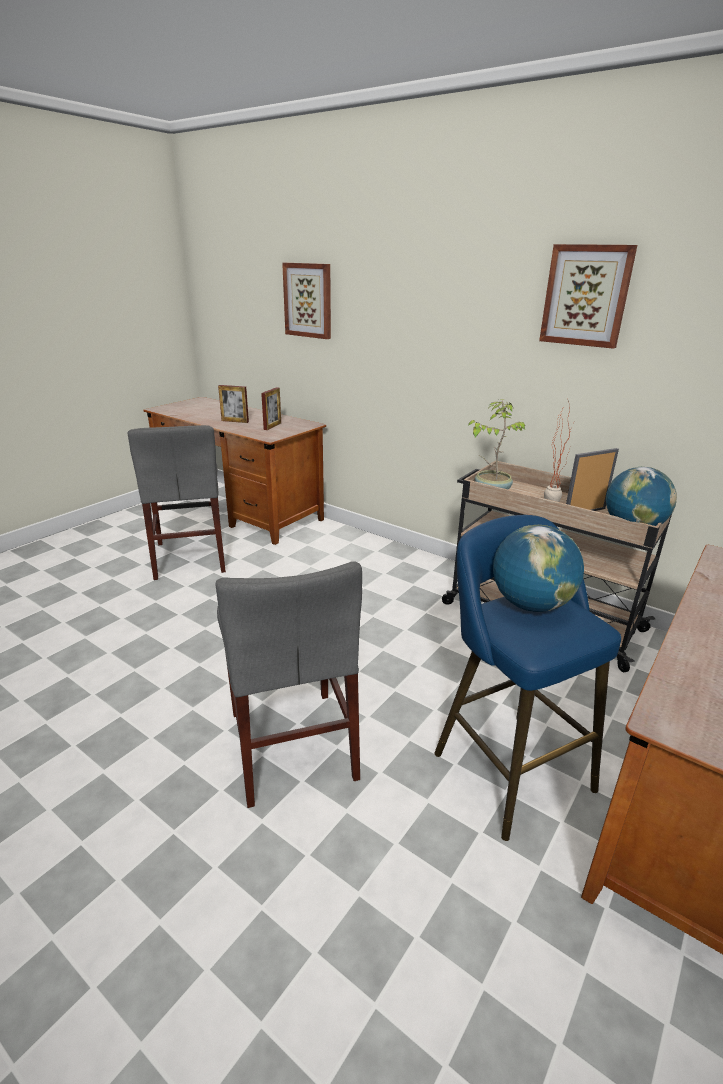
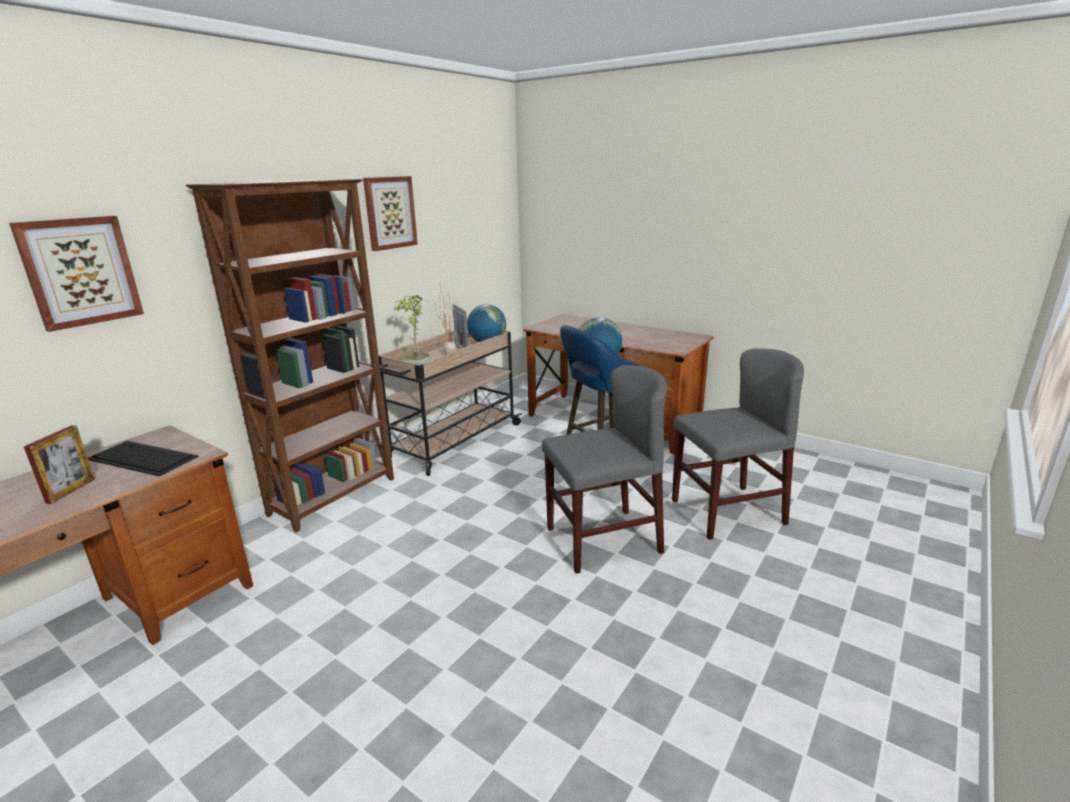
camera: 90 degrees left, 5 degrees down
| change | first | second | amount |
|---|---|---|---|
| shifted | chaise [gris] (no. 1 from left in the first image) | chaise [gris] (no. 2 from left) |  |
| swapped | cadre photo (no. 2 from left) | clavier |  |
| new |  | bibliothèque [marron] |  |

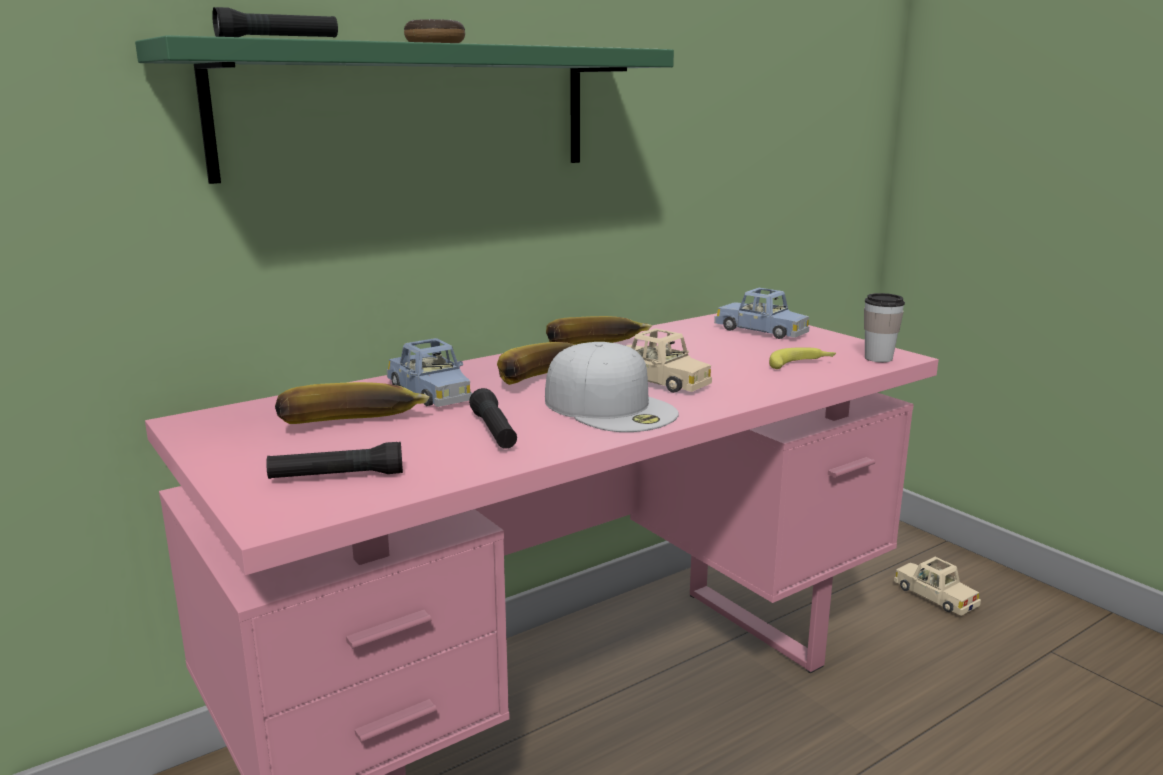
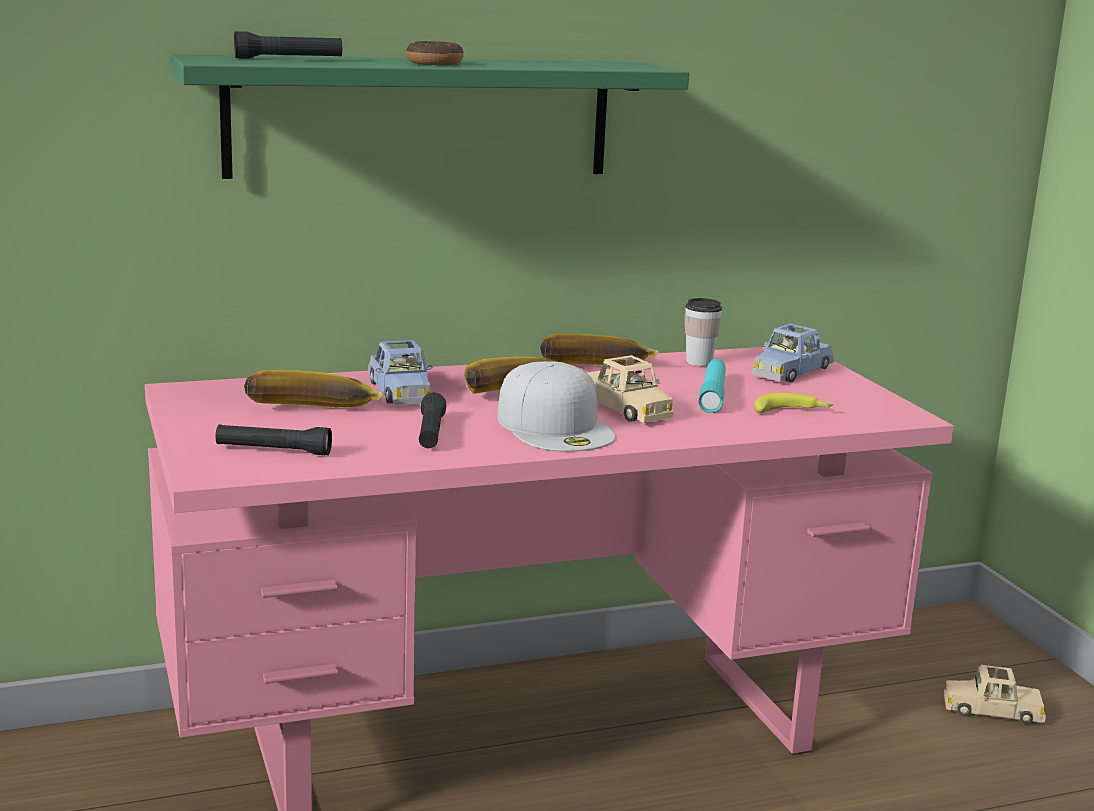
camera: 15 degrees right, 0 degrees up
| change | first | second | amount |
|---|---|---|---|
| rotated | petite voiture [bleu] (no. 2 from left) |  | 75 degrees clockwise |
| shifted | tasse |  |  |
| rotated | petite voiture [beige] (no. 2 from left) |  | 60 degrees counterclockwise |
| new |  | lampe de poche [turquoise] |  |

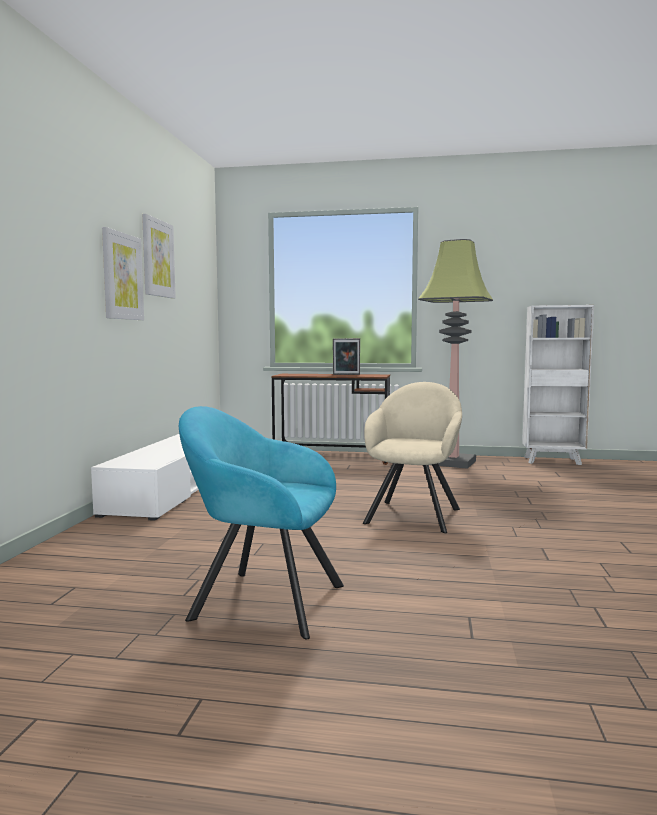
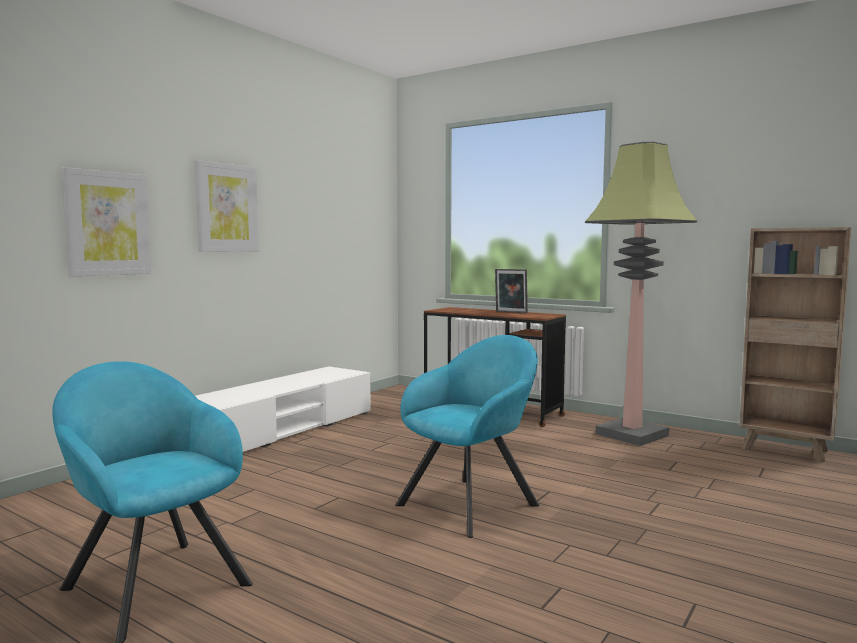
camera: 25 degrees right, 0 degrees up
| change | first | second | amount |
|---|---|---|---|
| shifted | tableau (no. 2 from left in the first image) | tableau (no. 1 from left) |  |
| repainted | fauteuil [beige] | fauteuil [turquoise] (no. 2 from left) |  |
| repainted | bibliothèque [blanc] | bibliothèque [marron] |  |

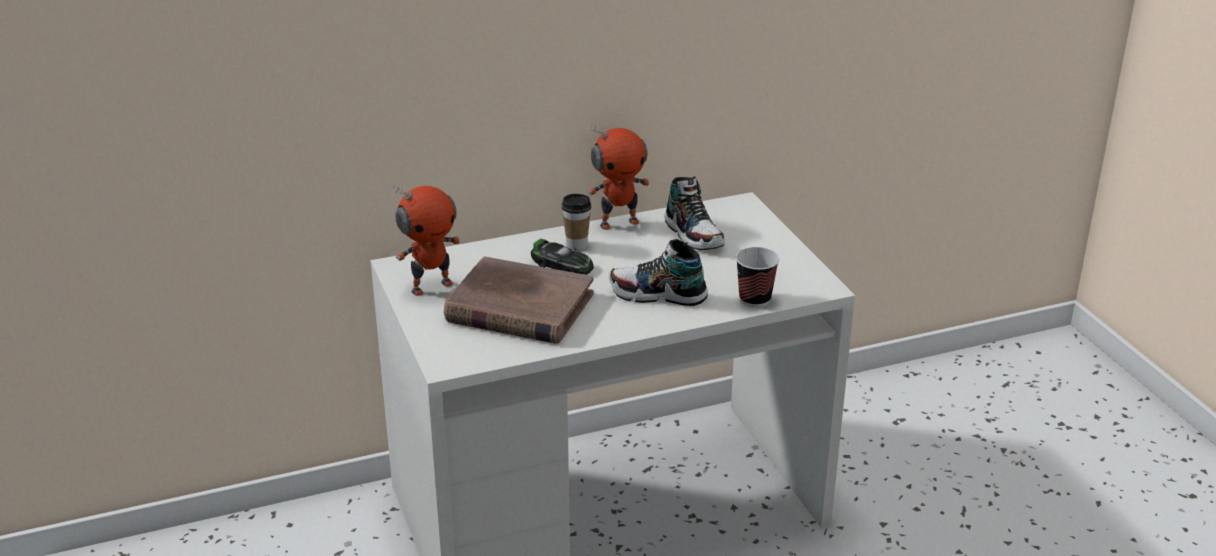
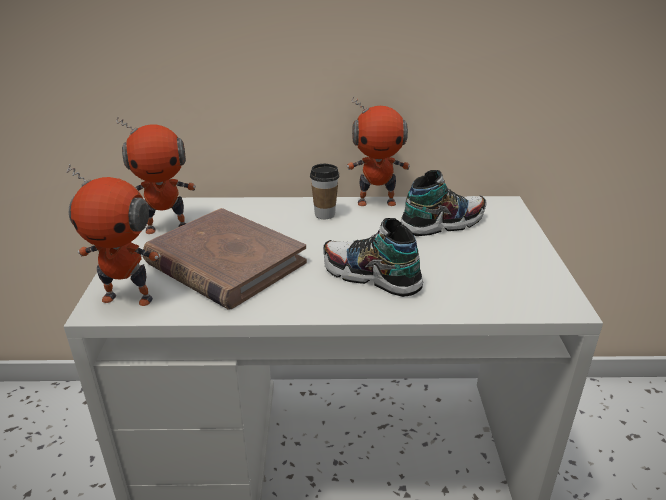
camera: 20 degrees right, 0 degrees up
| change | first | second | amount |
|---|---|---|---|
| gone | petite voiture |  |  |
| rotated | chaussure (no. 2 from left) |  | 105 degrees counterclockwise |
| gone | tasse (no. 2 from left) |  |  |
| new |  | robot jouet (no. 1 from left) |  |

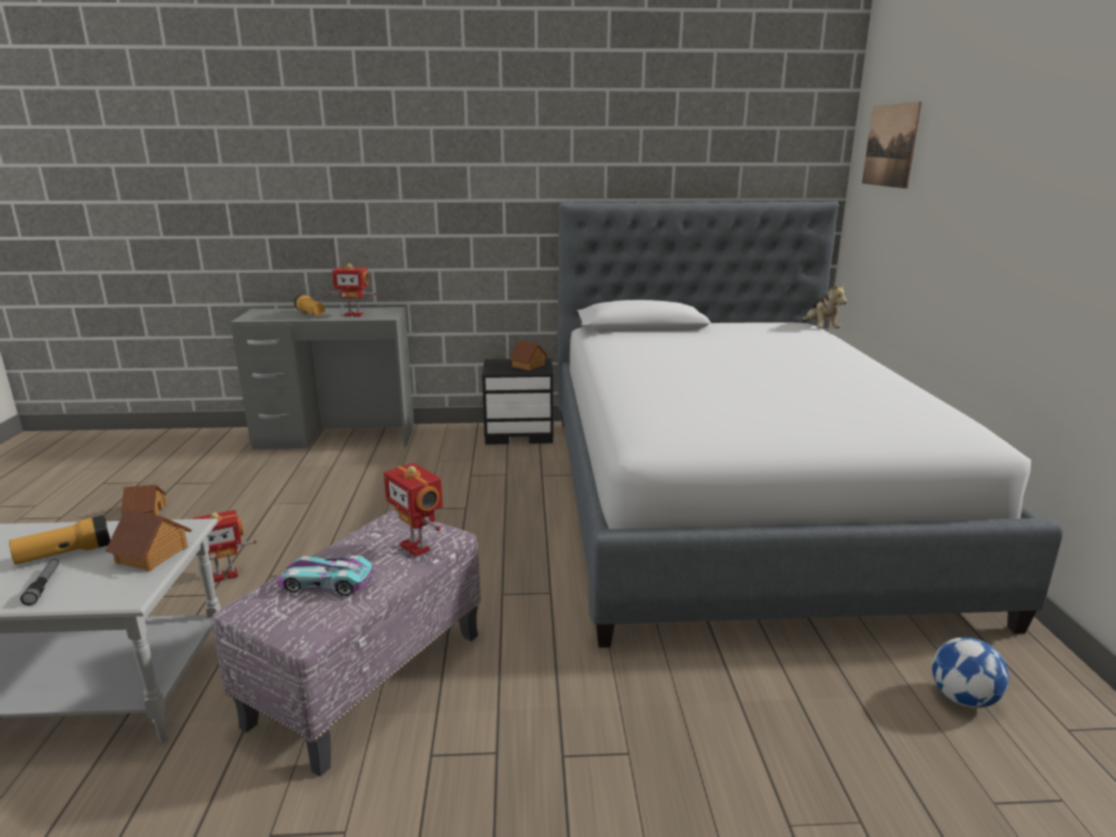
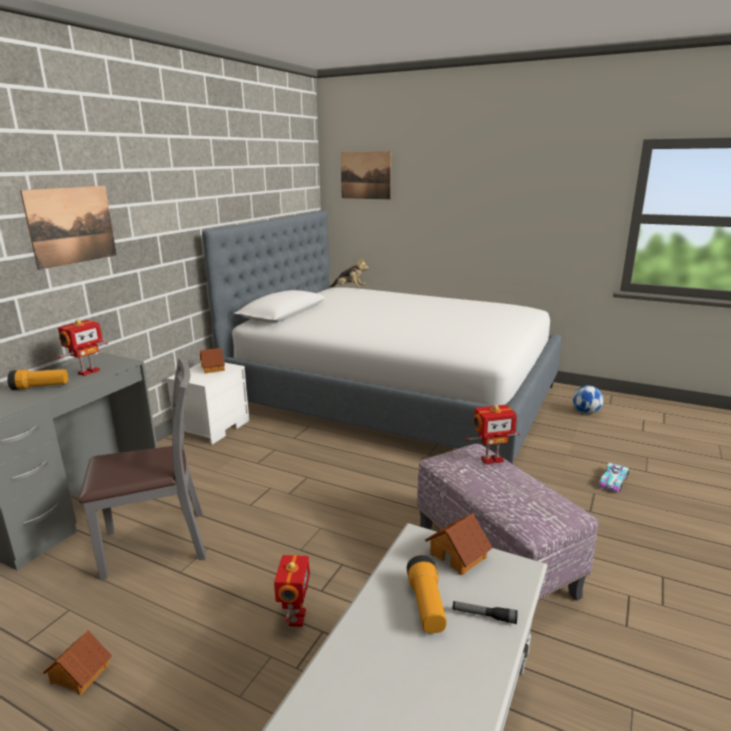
camera: 60 degrees left, 0 degrees up
| change | first | second | amount |
|---|---|---|---|
| shifted | petite voiture |  |  |
| repainted | table de chevet [noir] | table de chevet [blanc] |  |
| new |  | tableau (no. 1 from left) |  |
| new |  | chaise [gris] |  |

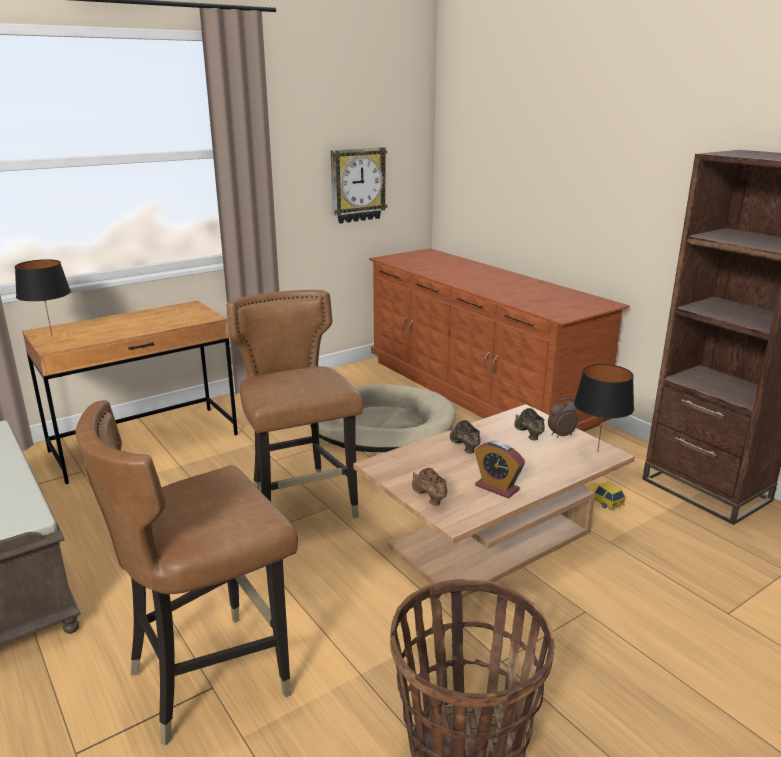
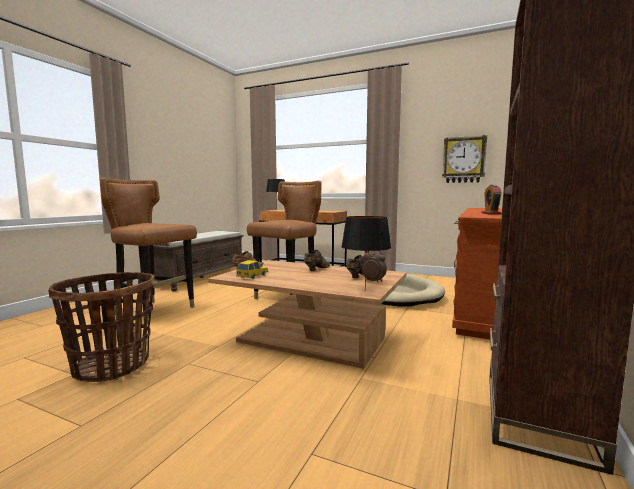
camera: 60 degrees right, 15 degrees down
| change | first | second | amount |
|---|---|---|---|
| shifted | réveil (no. 1 from left in the first image) | réveil (no. 2 from left) |  |
| shifted | petite voiture |  |  |

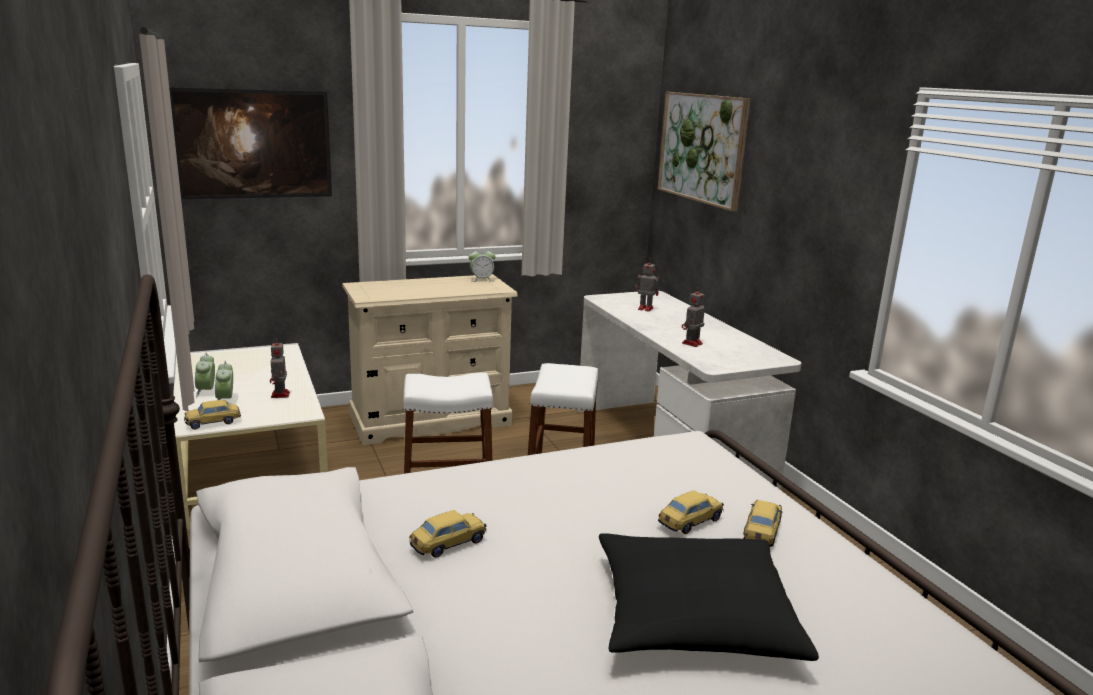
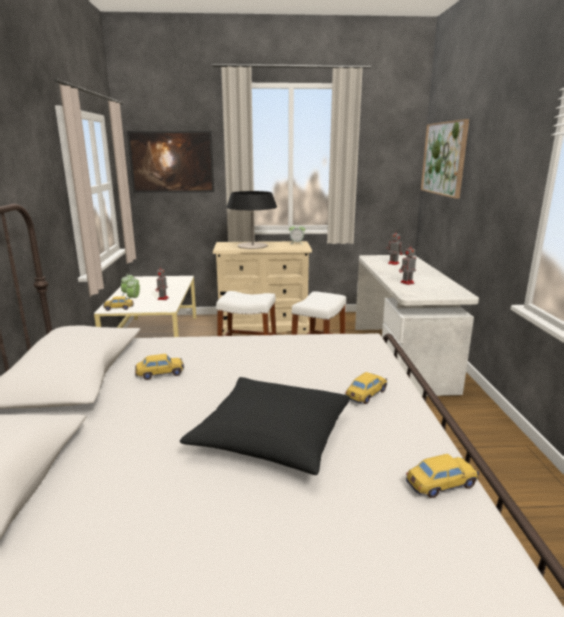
camera: 20 degrees right, 0 degrees up
| change | first | second | amount |
|---|---|---|---|
| shifted | petite voiture (no. 3 from left in the first image) | petite voiture (no. 4 from left) |  |
| new |  | lampe de table |  |

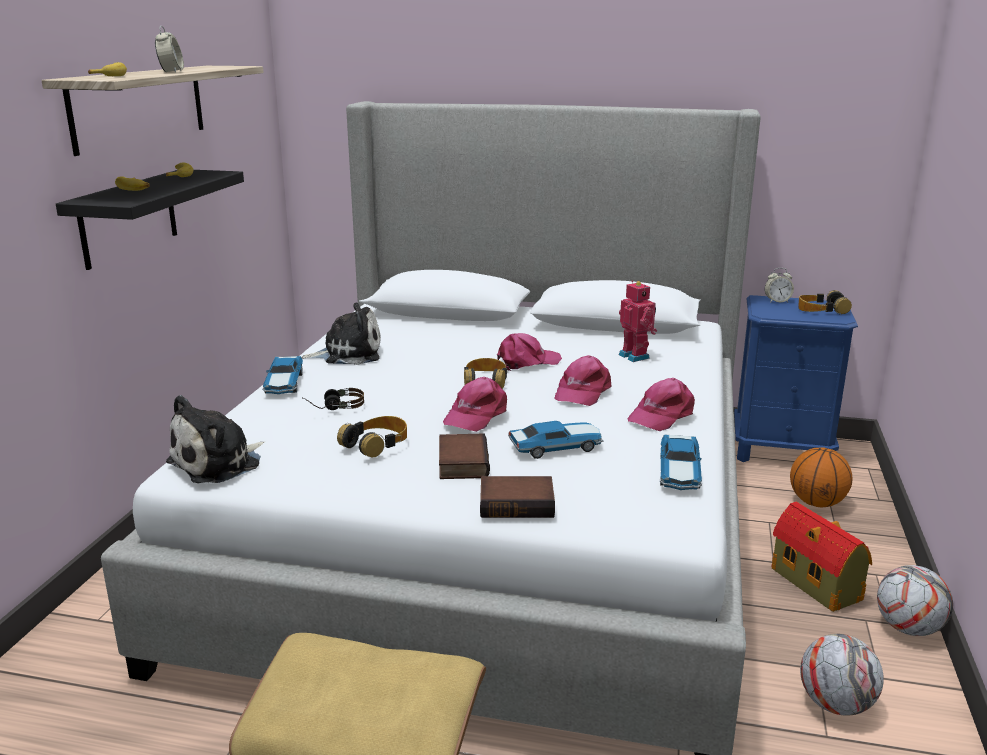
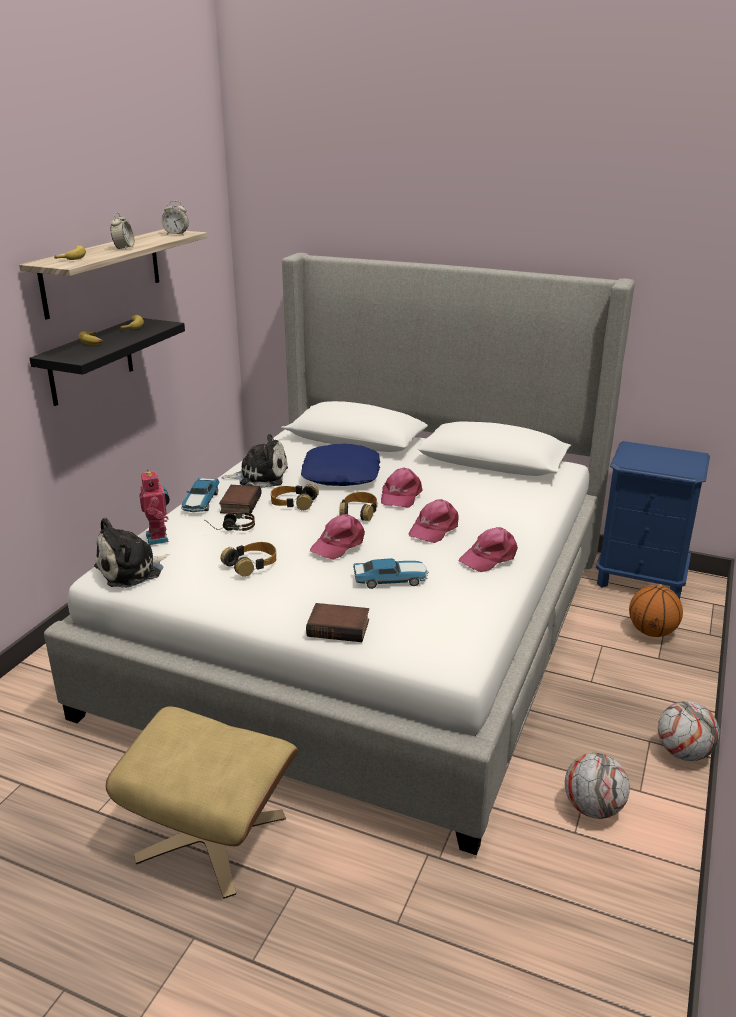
camera: 10 degrees right, 5 degrees up
| change | first | second | amount |
|---|---|---|---|
| shifted | livre (no. 1 from left) |  |  |
| rotated | casquette [rose] (no. 2 from left) |  | 120 degrees clockwise |
| shifted | robot jouet |  |  |
| gone | petite voiture (no. 3 from left) |  |  |
| shifted | réveil (no. 2 from left) |  |  |
| gone | maison miniature |  |  |
| shifted | casque audio (no. 4 from left in the first image) | casque audio (no. 3 from left) |  |
| new |  | coussin [bleu] |  |

